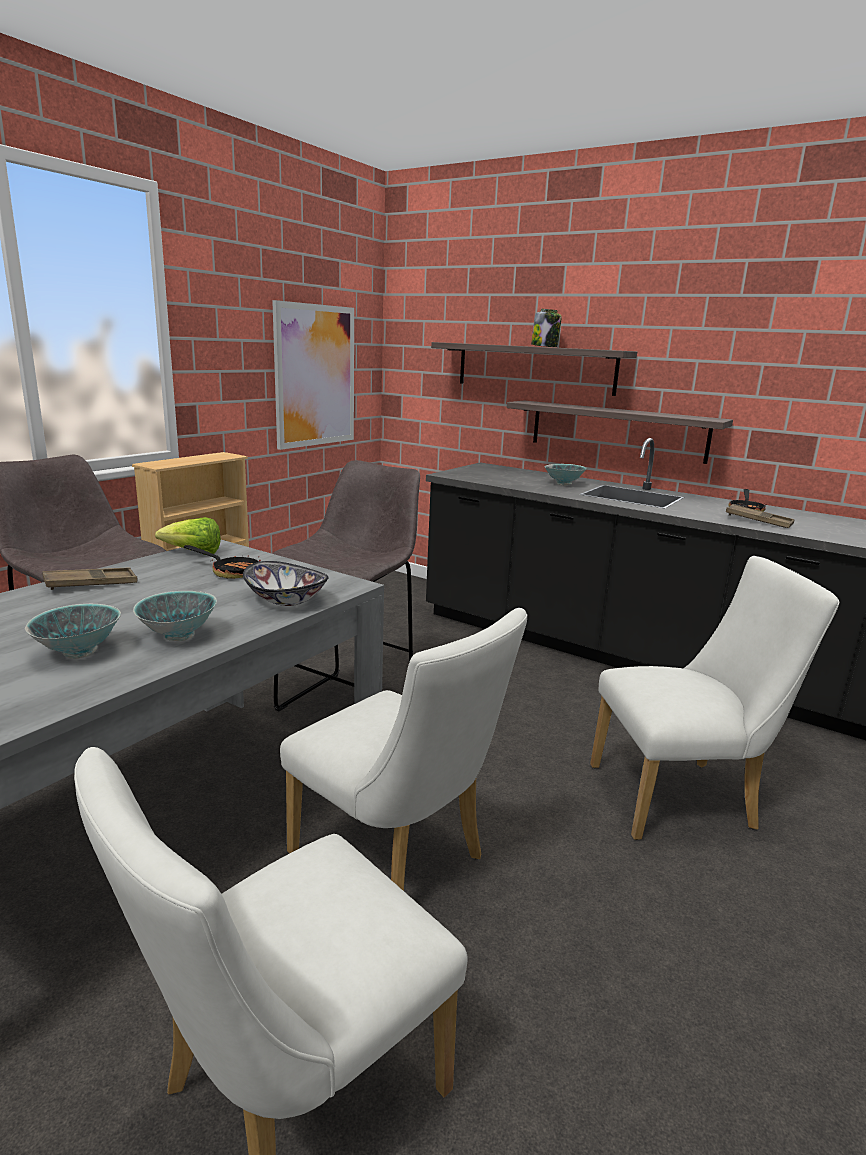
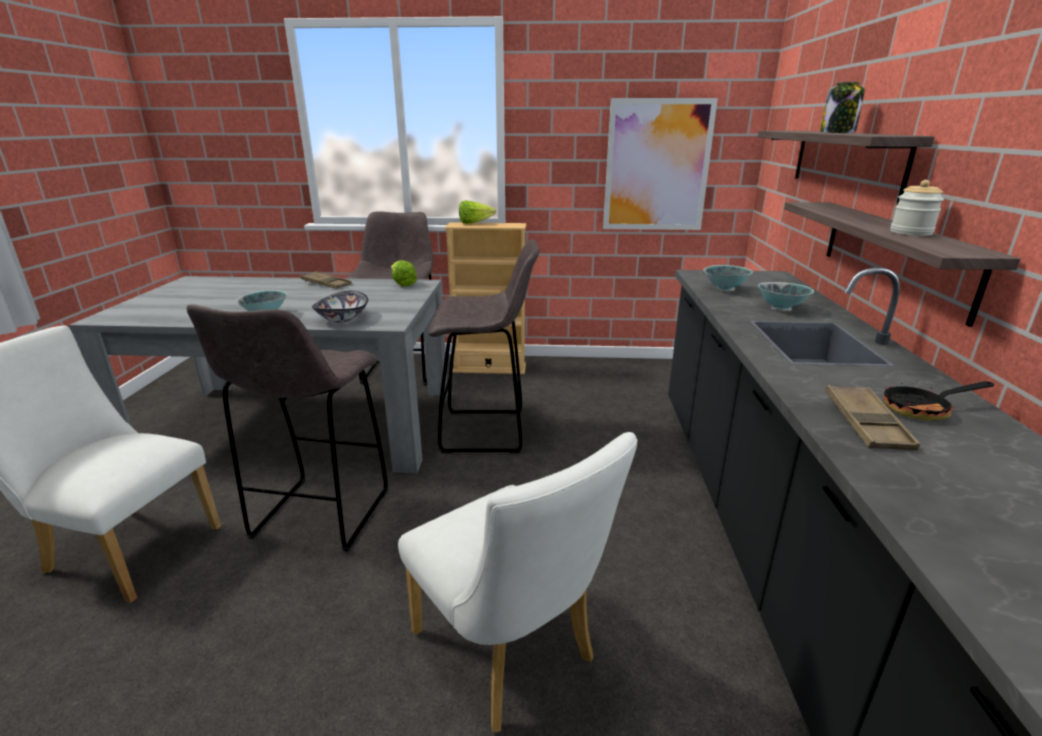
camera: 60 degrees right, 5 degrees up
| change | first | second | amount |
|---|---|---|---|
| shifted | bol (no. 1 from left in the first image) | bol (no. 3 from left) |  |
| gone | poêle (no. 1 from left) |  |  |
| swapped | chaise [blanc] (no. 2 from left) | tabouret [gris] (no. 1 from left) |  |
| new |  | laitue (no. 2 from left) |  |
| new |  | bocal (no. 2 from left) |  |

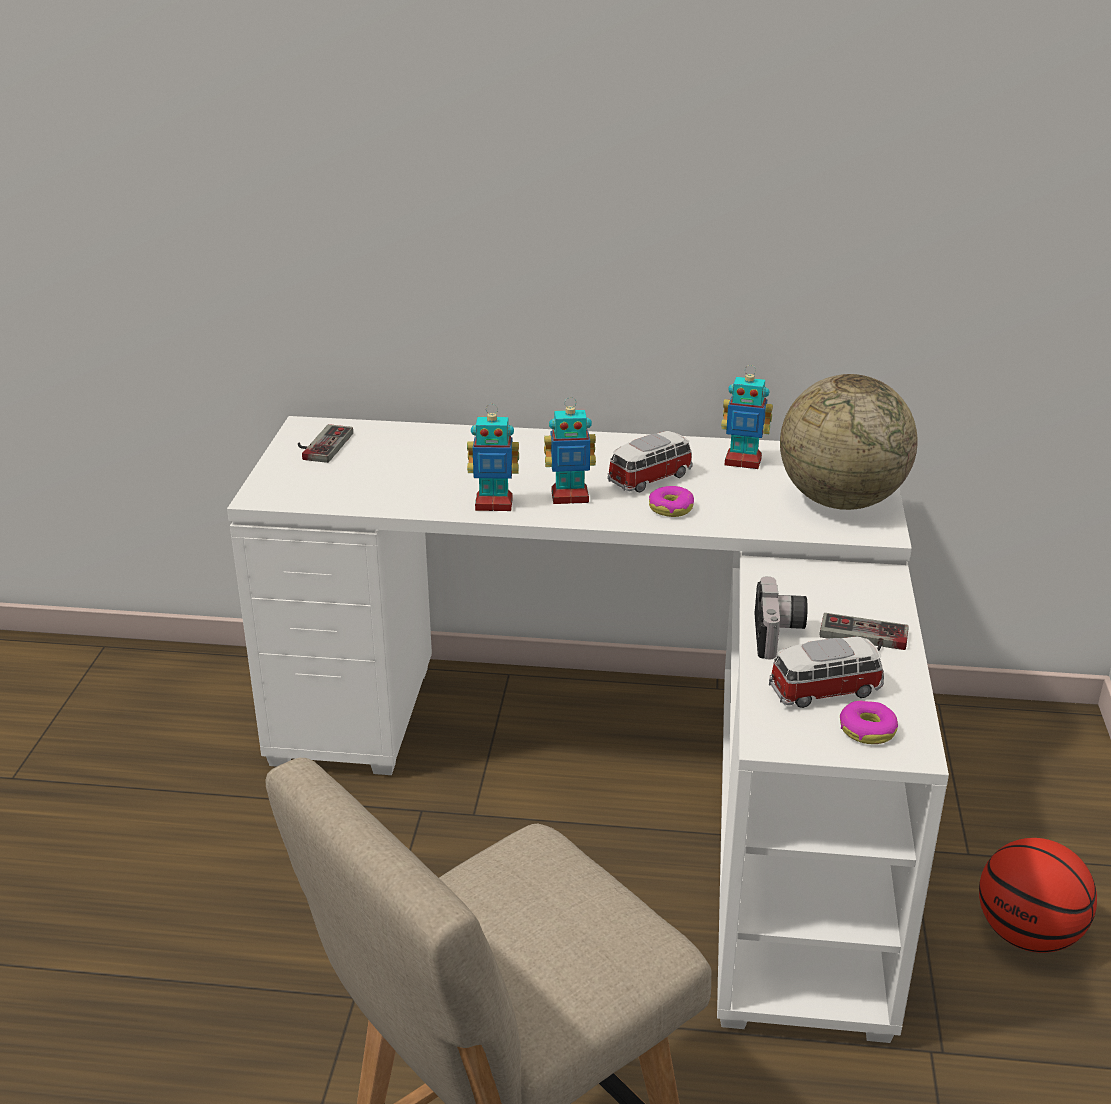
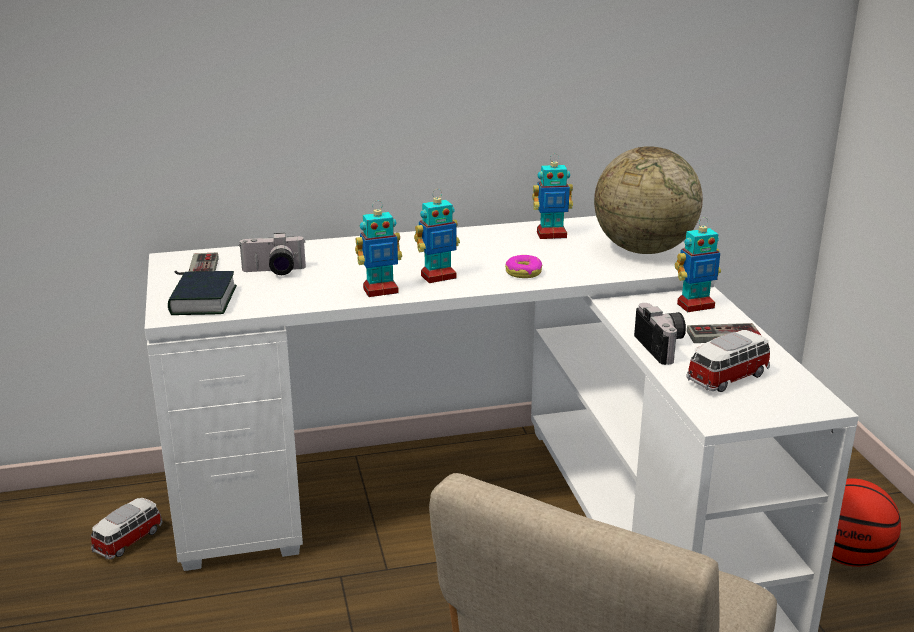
camera: 20 degrees left, 5 degrees down
| change | first | second | amount |
|---|---|---|---|
| shifted | petite voiture (no. 1 from left) |  |  |
| gone | beignet (no. 2 from left) |  |  |
| new |  | livre |  |
| new |  | appareil photo (no. 1 from left) |  |
| new |  | robot jouet (no. 4 from left) |  |

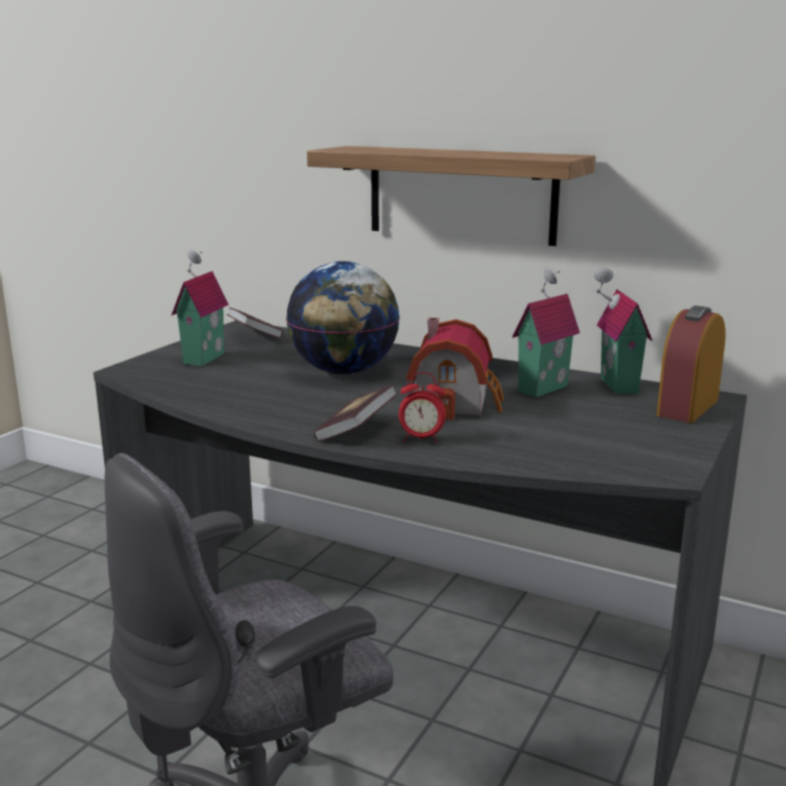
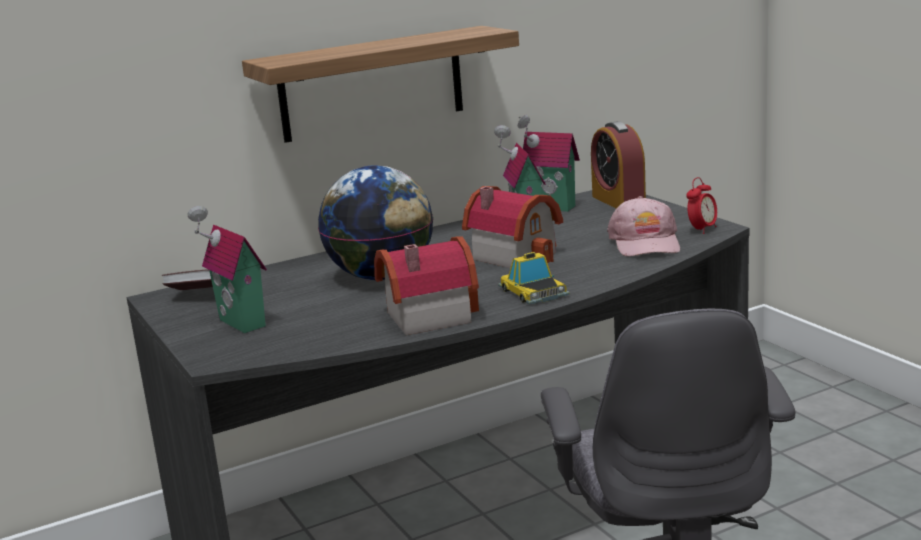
camera: 55 degrees left, 0 degrees up
| change | first | second | amount |
|---|---|---|---|
| swapped | livre (no. 2 from left) | petite voiture |  |
| shifted | réveil (no. 1 from left in the first image) | réveil (no. 2 from left) |  |
| new |  | maison miniature (no. 2 from left) |  |
| new |  | casquette [rose] |  |

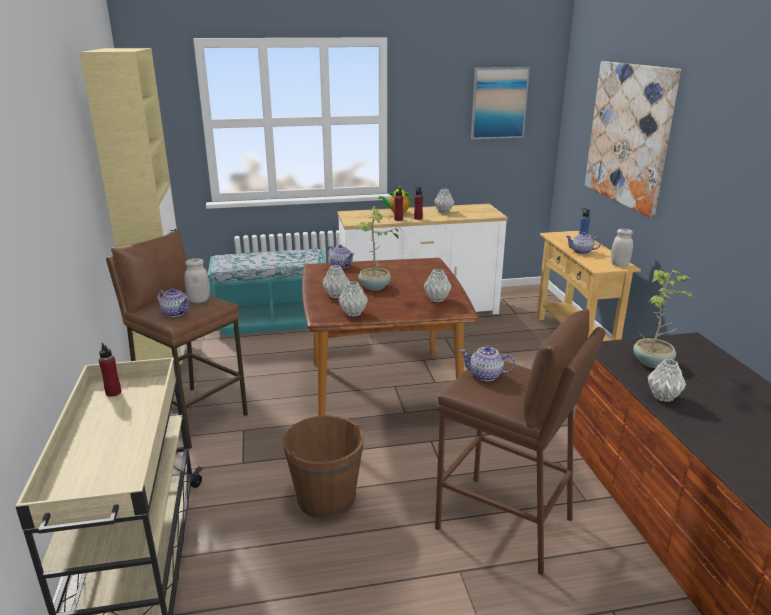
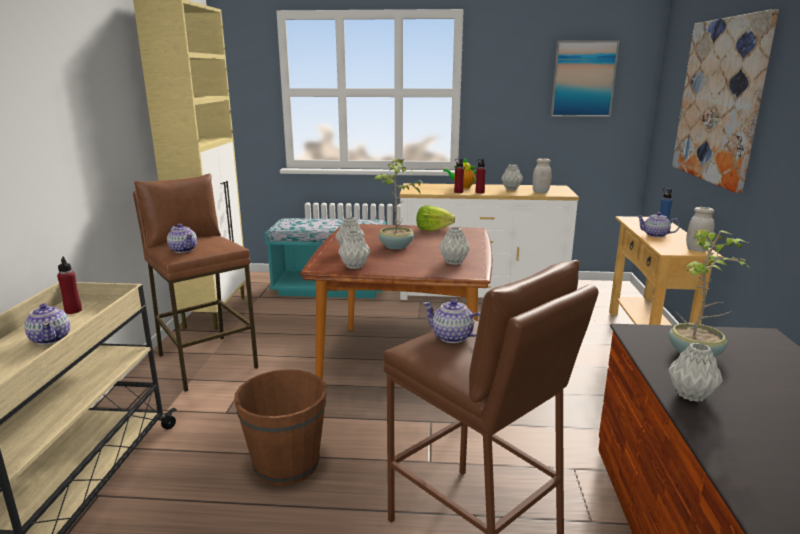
camera: 15 degrees right, 5 degrees down
| change | first | second | amount |
|---|---|---|---|
| shifted | bocal [blanc] (no. 1 from left) |  |  |
| shifted | théière (no. 2 from left in the first image) | théière (no. 1 from left) |  |
| new |  | laitue |  |

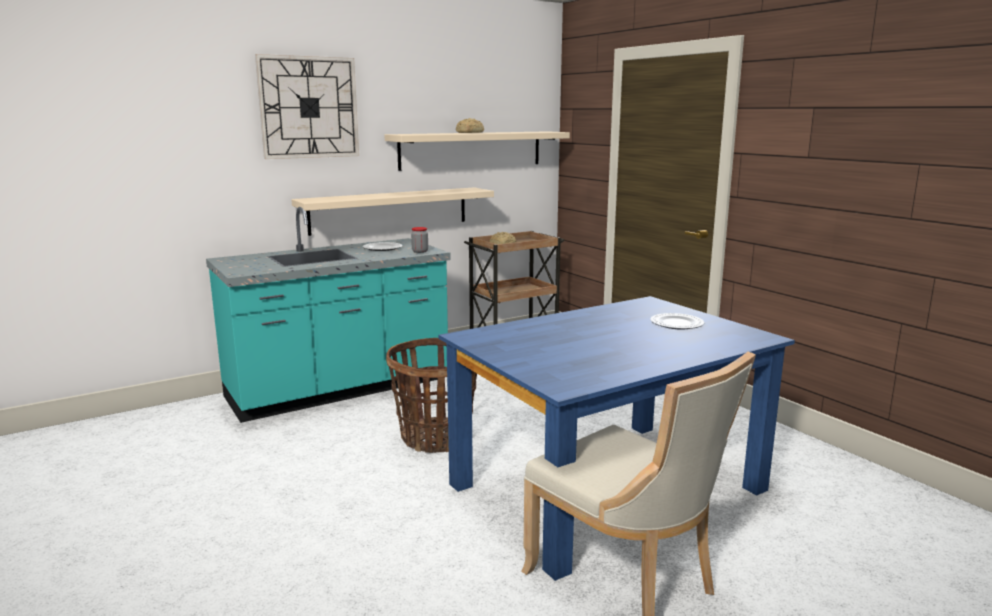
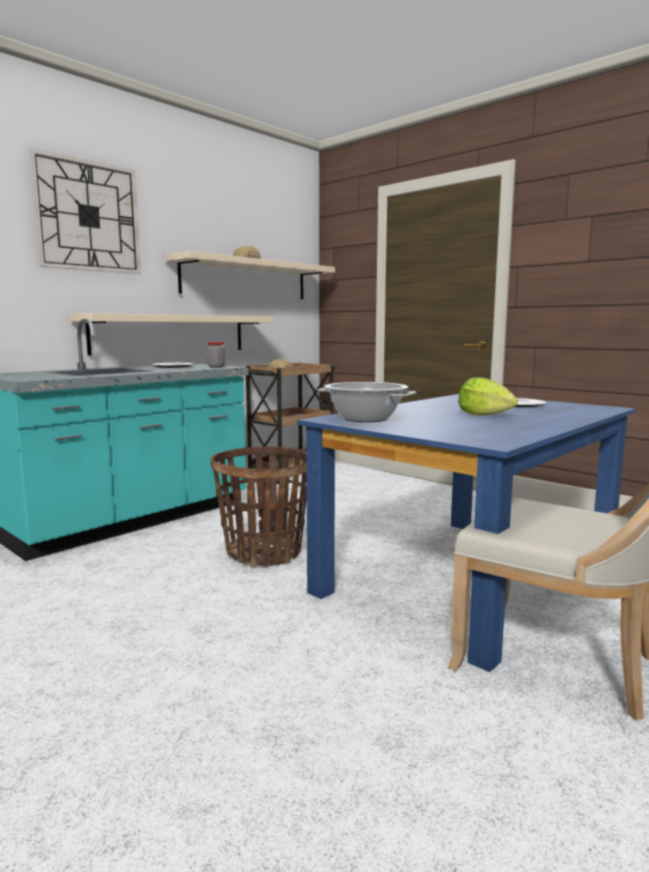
camera: 15 degrees left, 5 degrees down
| change | first | second | amount |
|---|---|---|---|
| new |  | marmite |  |
| new |  | laitue |  |

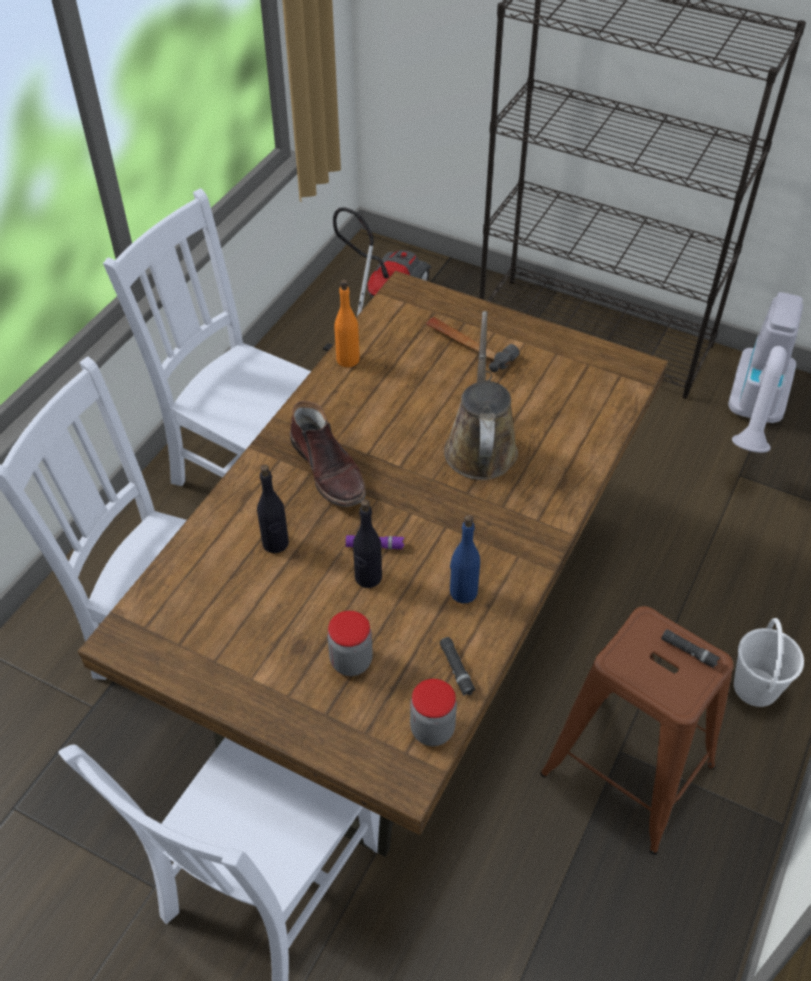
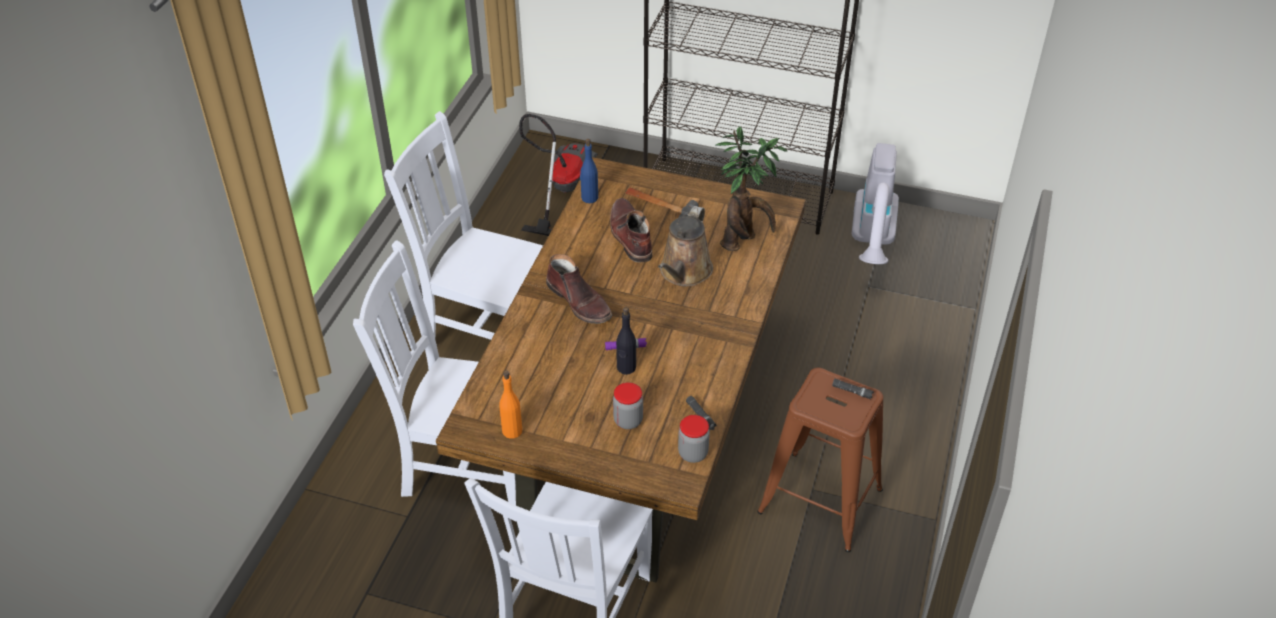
camera: 10 degrees left, 5 degrees down
| change | first | second | amount |
|---|---|---|---|
| gone | bouteille [noir] (no. 1 from left) |  |  |
| shifted | bouteille [orange] |  |  |
| rotated | arrosoir [marron] |  | 150 degrees counterclockwise |
| shifted | bouteille [bleu] |  |  |
| gone | seau [blanc] |  |  |
| new |  | botte [marron] (no. 2 from left) |  |
| new |  | plante en pot |  |

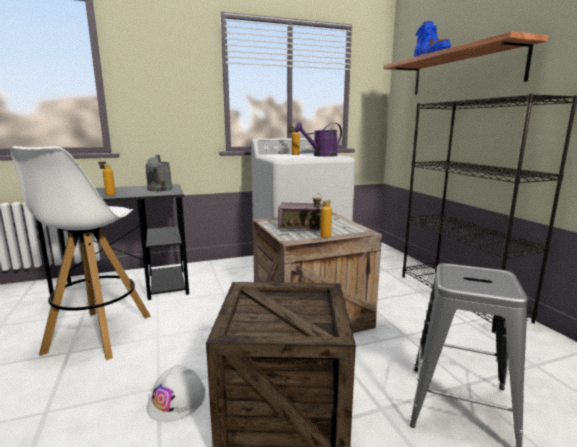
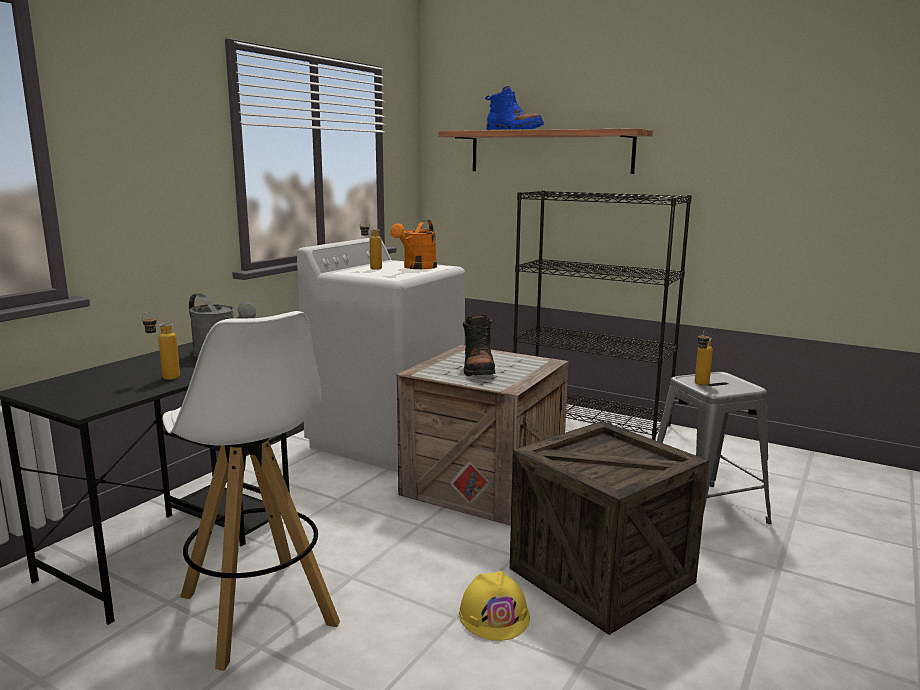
camera: 40 degrees left, 0 degrees up
| change | first | second | amount |
|---|---|---|---|
| repainted | casque de chantier [blanc] | casque de chantier [jaune] |  |
| swapped | radio | botte [noir] |  |
| repainted | arrosoir [violet] | arrosoir [orange] |  |
| shifted | bouteille (no. 3 from left) |  |  |

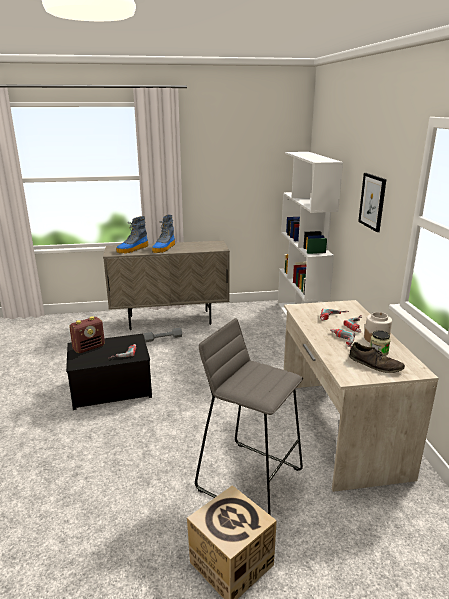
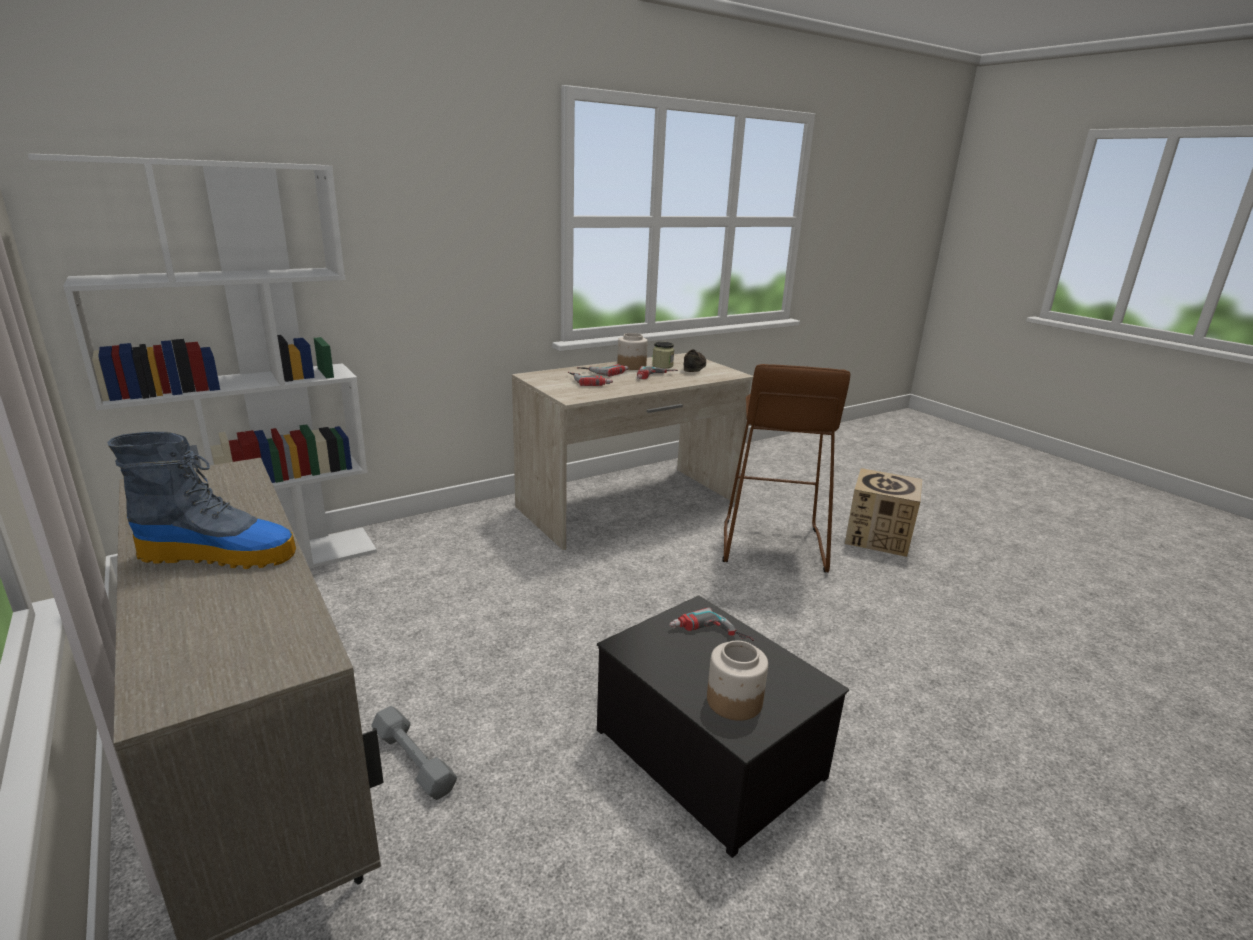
camera: 115 degrees left, 0 degrees up
| change | first | second | amount |
|---|---|---|---|
| swapped | radio | bocal (no. 3 from left) |  |
| gone | botte (no. 1 from left) |  |  |
| repainted | tabouret [gris] | tabouret [marron] |  |
| gone | tableau |  |  |

